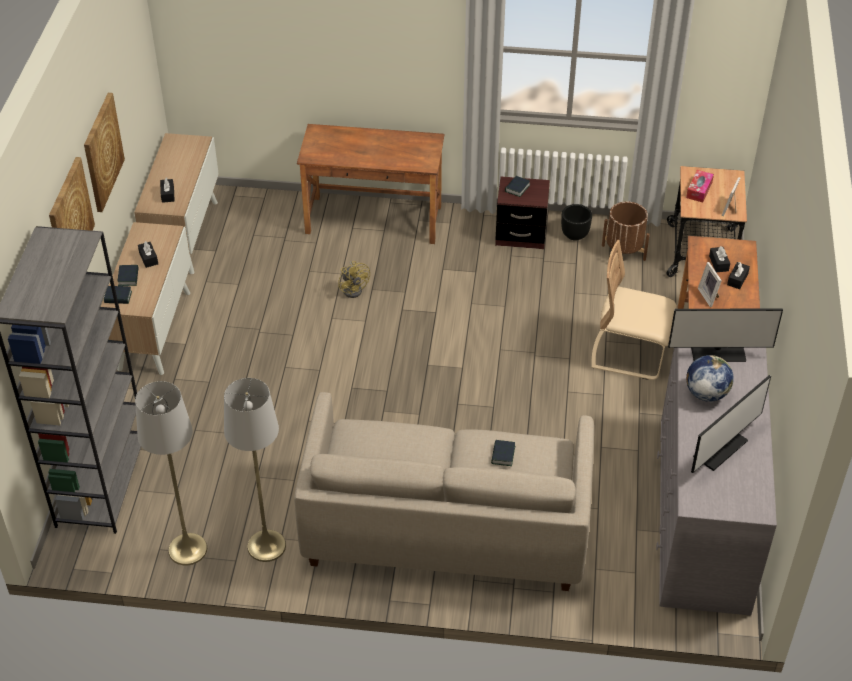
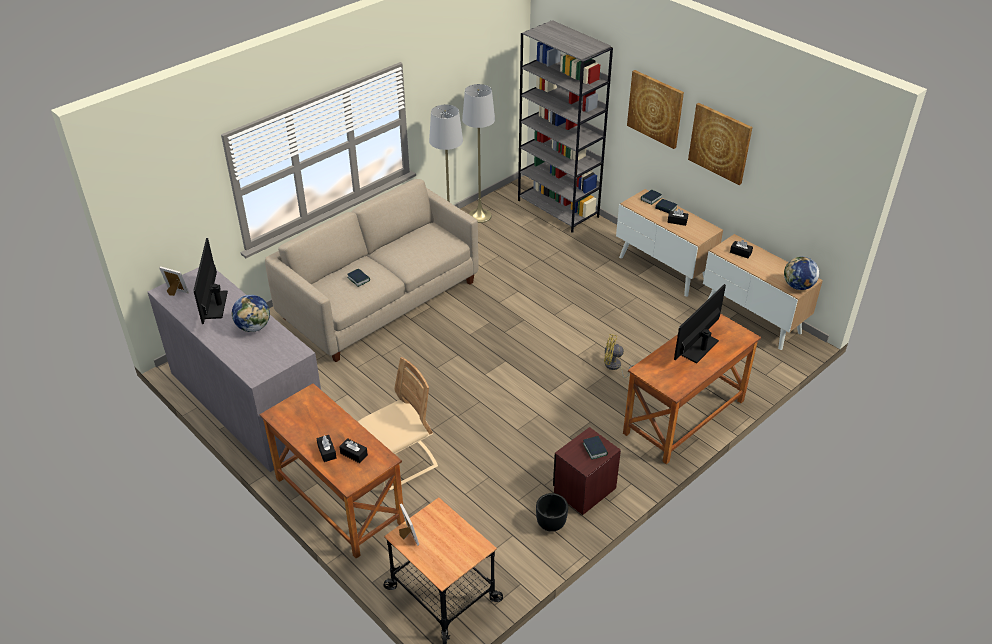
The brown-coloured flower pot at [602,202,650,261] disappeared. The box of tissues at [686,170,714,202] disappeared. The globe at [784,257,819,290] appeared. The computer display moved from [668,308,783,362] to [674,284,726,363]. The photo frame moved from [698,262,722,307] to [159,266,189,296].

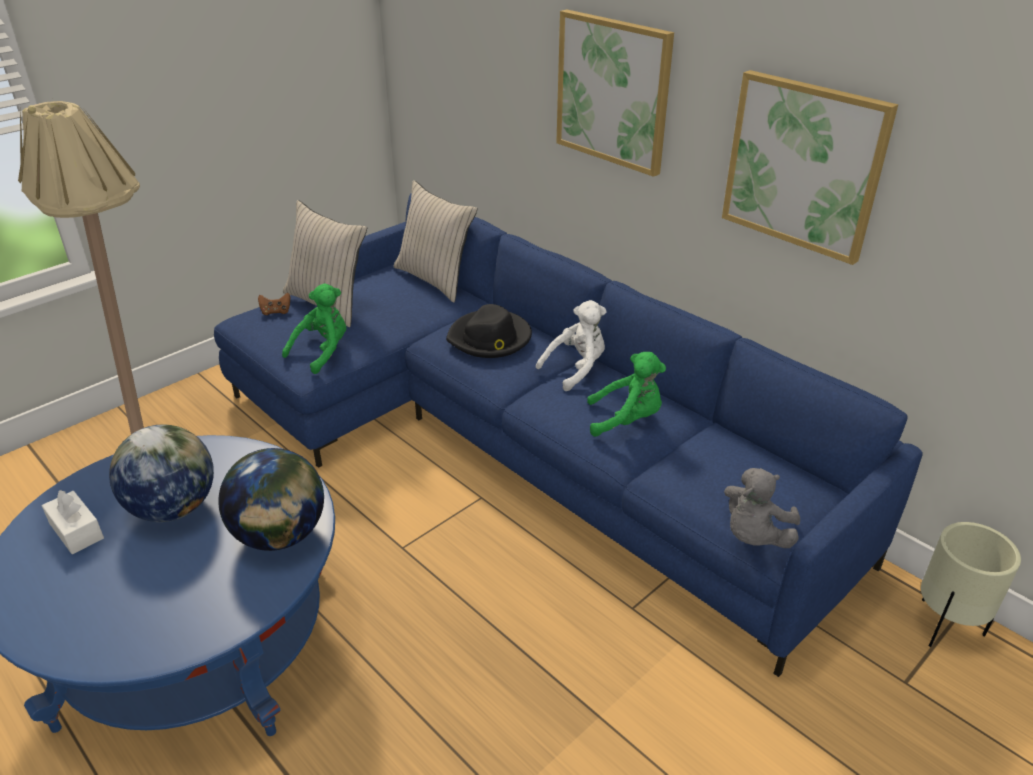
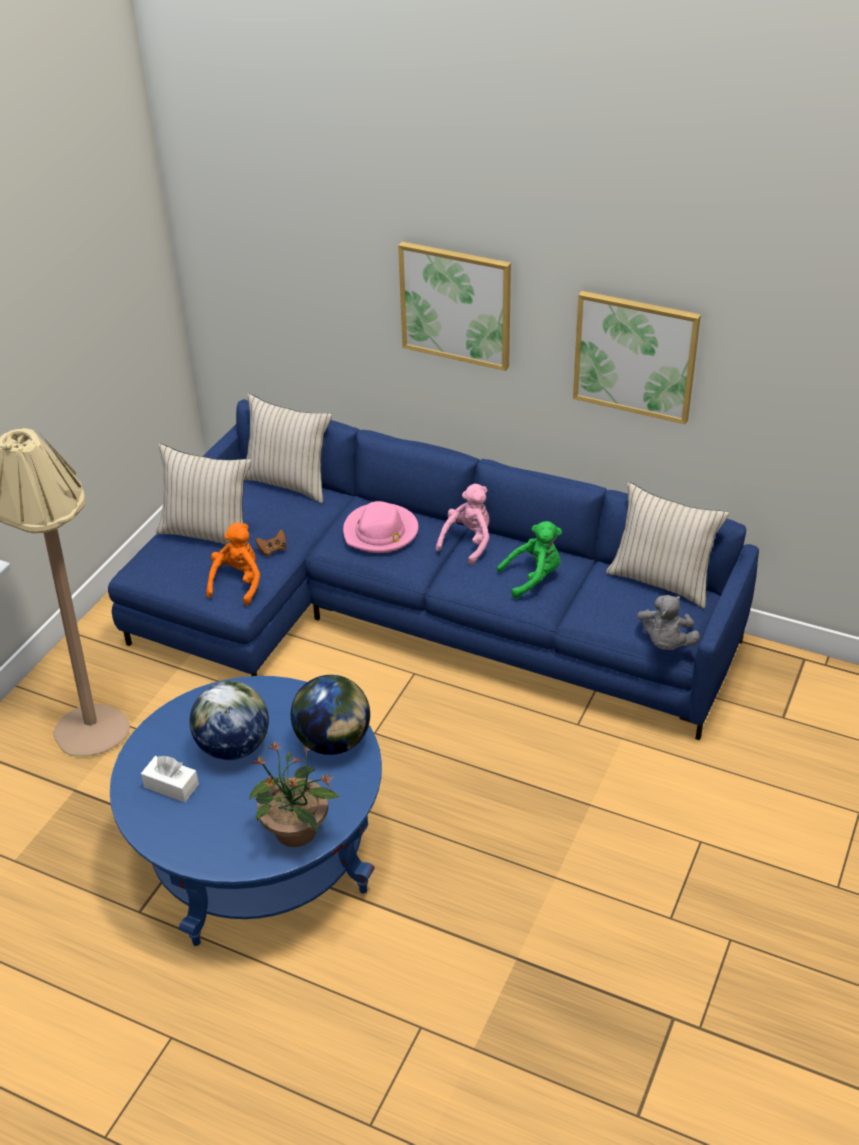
The beige flower pot at [921,522,1021,647] disappeared. The potted plant at [249,740,340,847] appeared. The beige throw pillow at [606,482,729,608] appeared. The brown-coloured game controller moved from [258,293,290,315] to [255,529,287,556]. The green-coloured soft toy at [282,283,346,374] became the orange soft toy at [206,522,260,606]. The black hat at [446,304,532,358] became the pinkish hat at [343,501,419,553]. The white soft toy at [536,300,607,391] became the pinkish soft toy at [436,484,490,565].

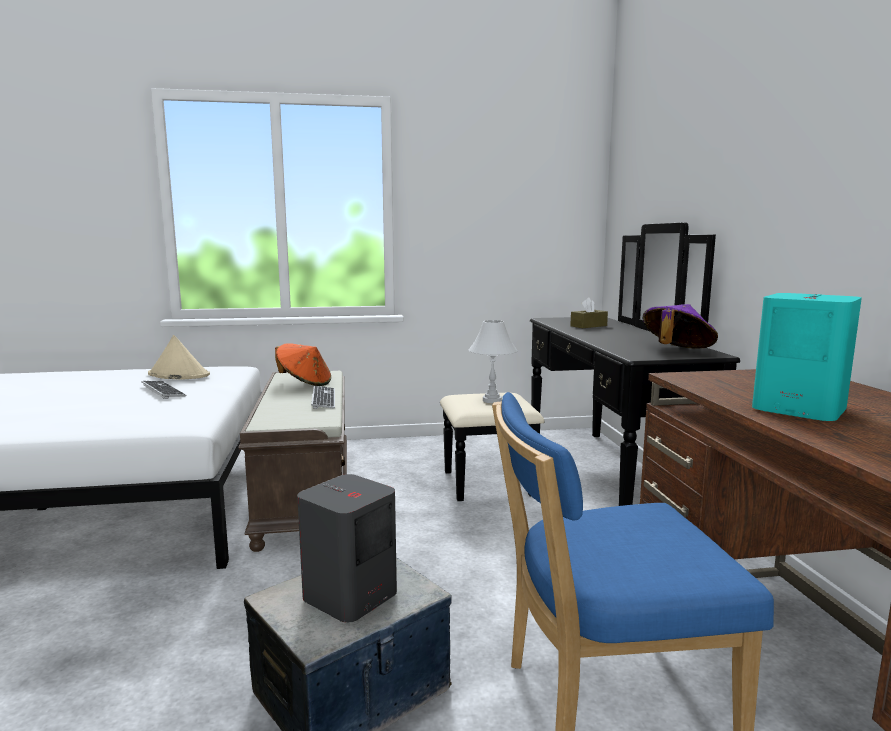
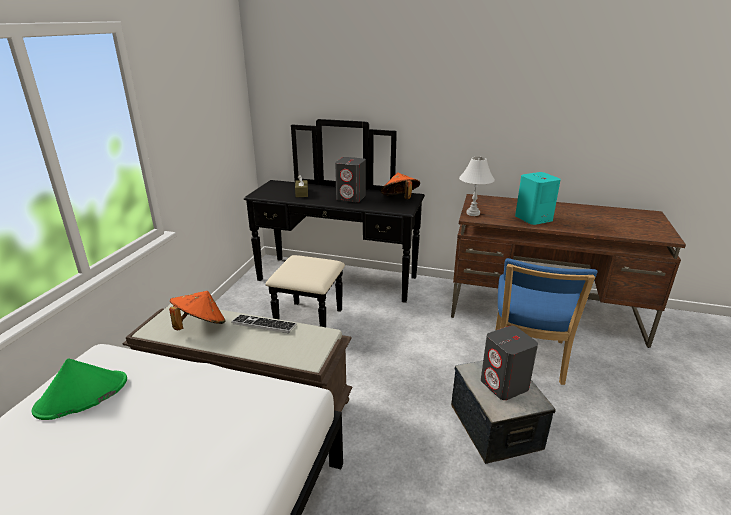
The PC keyboard at [141,381,186,399] disappeared. The grey loudspeaker at [335,157,366,202] appeared. The white table lamp moved from [469,320,518,403] to [459,157,495,216]. The beige hat at [148,335,210,380] became the green-coloured hat at [32,358,127,420]. The purple-coloured hat at [643,304,718,349] became the orange hat at [381,173,420,199].

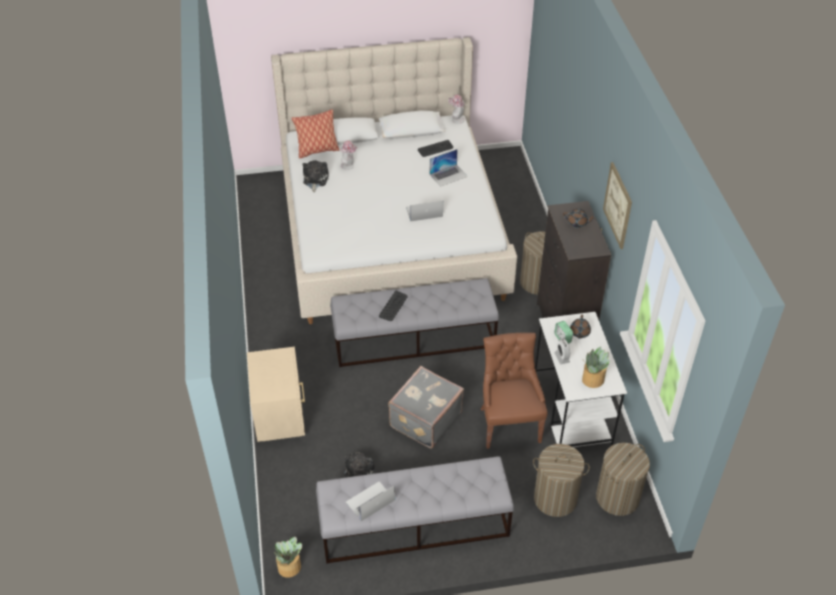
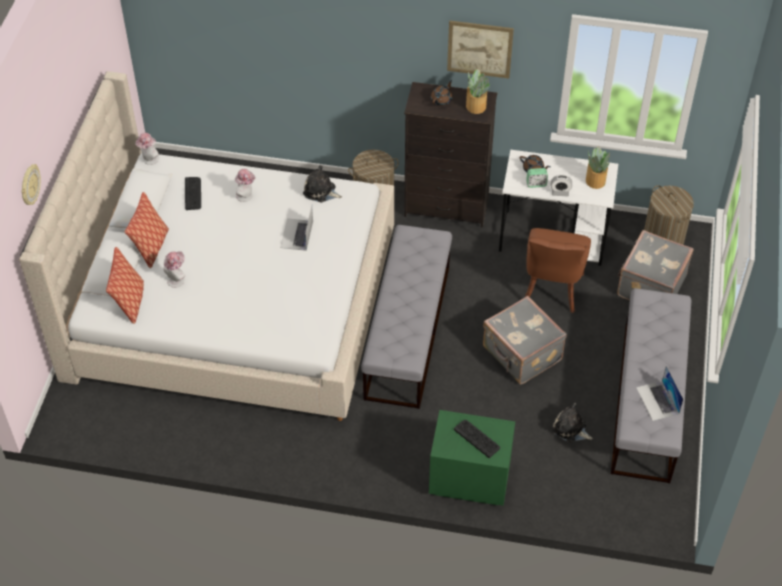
The clock on the wall at [21,164,41,205] appeared. The throw pillow at [124,192,169,268] appeared. The potted plant moved from [274,537,302,578] to [466,69,490,114]. The soft toy moved from [302,160,329,192] to [303,165,342,202]. The PC keyboard moved from [379,291,408,321] to [454,420,500,458]. The portable computer at [430,149,468,187] was replaced by the hat at [235,169,256,202]. The washing basket at [533,444,590,517] was replaced by the grey piece of luggage at [617,230,694,300]. The beige nightstand at [247,347,305,442] became the green-coloured nightstand at [429,410,515,506]. The brown-coloured chair at [480,333,548,449] turned 90 degrees counterclockwise.

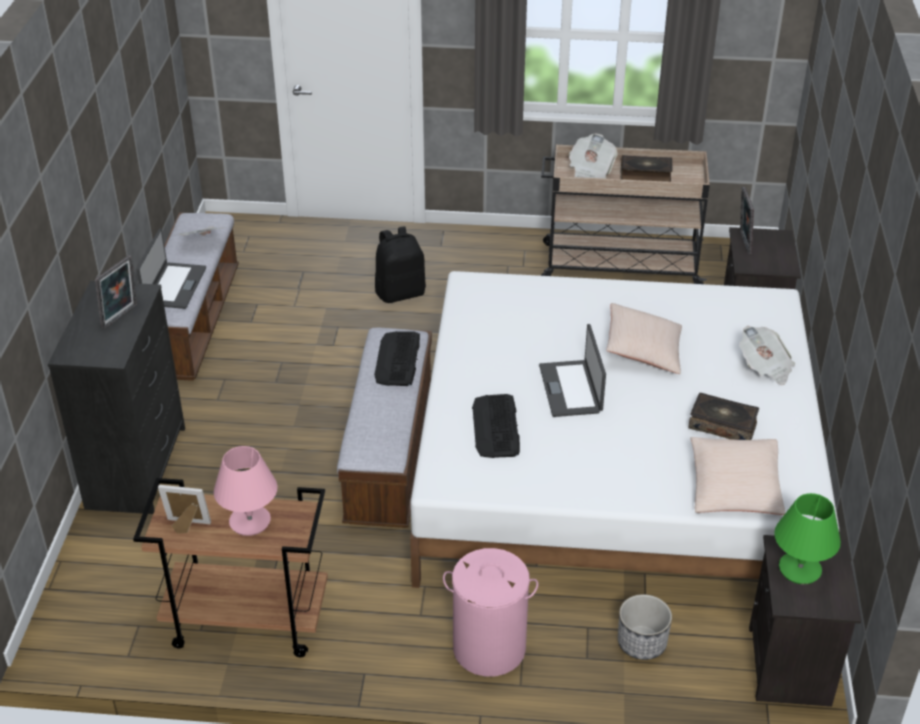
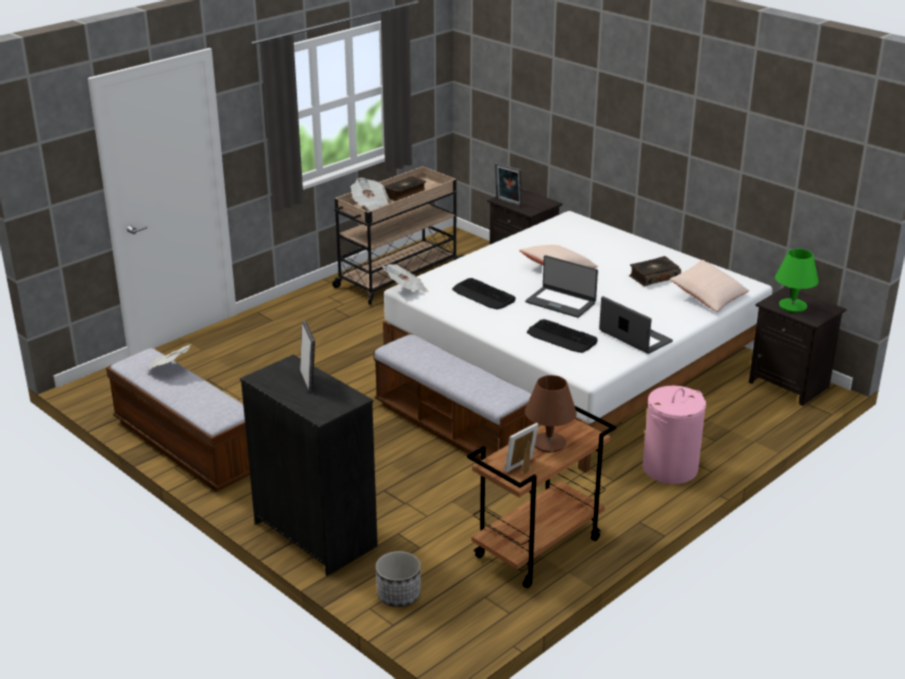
The black backpack at [375,226,426,303] disappeared. The portable computer moved from [136,229,206,309] to [599,296,673,354]. The PC keyboard moved from [374,331,420,386] to [452,278,516,309]. The flower pot moved from [618,594,672,660] to [375,551,421,607]. The daily paper moved from [739,326,795,385] to [382,264,429,292]. The pinkish table lamp at [214,446,278,536] became the brown-coloured table lamp at [525,375,577,453].

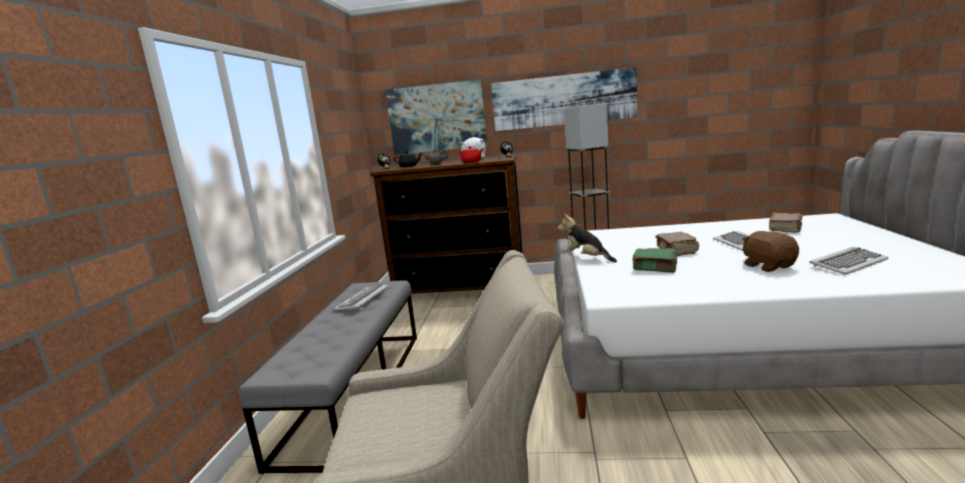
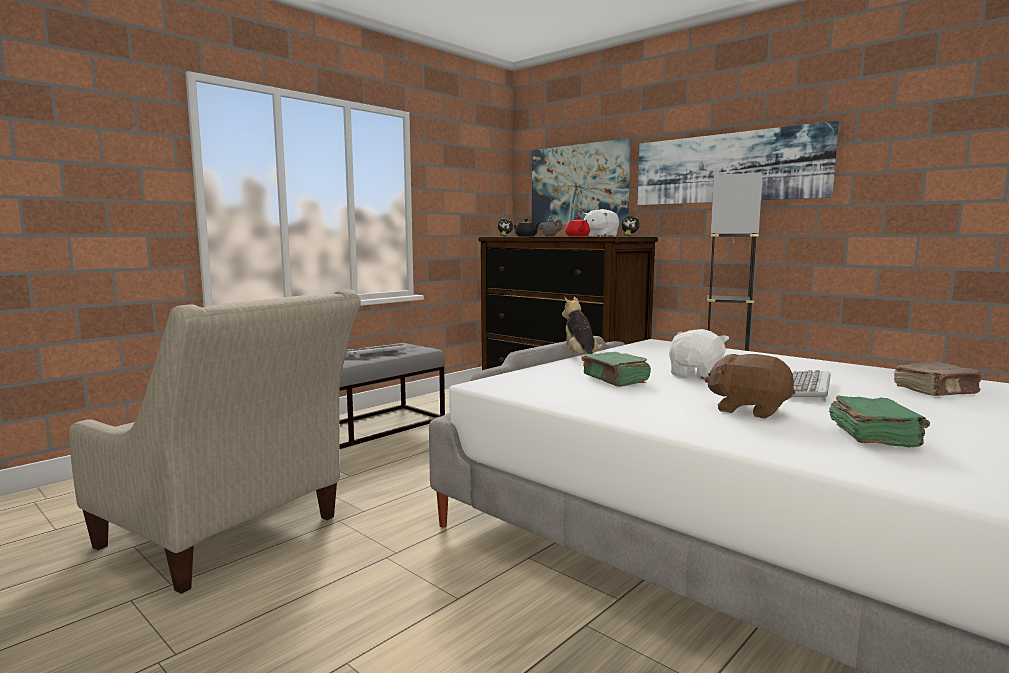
The brown-coloured book at [655,232,699,256] was replaced by the white soft toy at [669,329,729,379]. The PC keyboard at [809,247,888,275] was replaced by the green-coloured book at [829,395,930,448]. The brown-coloured soft toy at [742,231,799,272] turned 75 degrees counterclockwise.

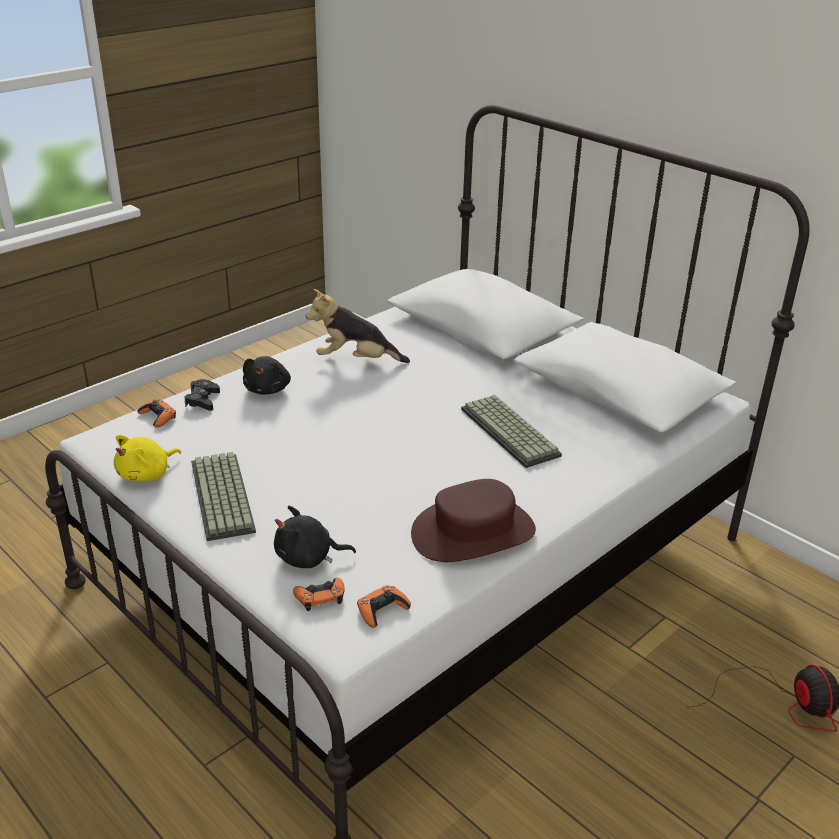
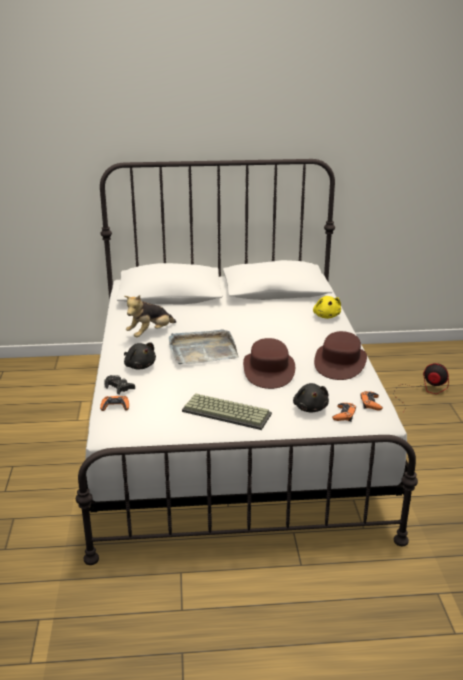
The PC keyboard at [461,395,562,468] disappeared. The grey serving tray at [169,330,239,364] appeared. The brown-coloured hat at [243,338,295,389] appeared. The yellowish soft toy moved from [114,435,181,482] to [313,296,341,319]. The black soft toy at [274,506,356,568] turned 45 degrees counterclockwise.

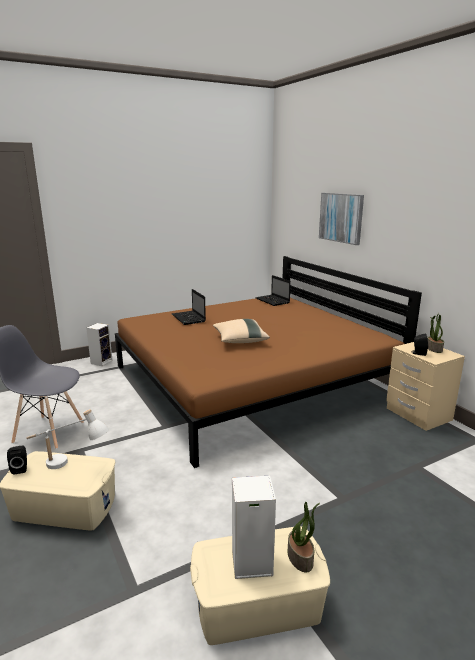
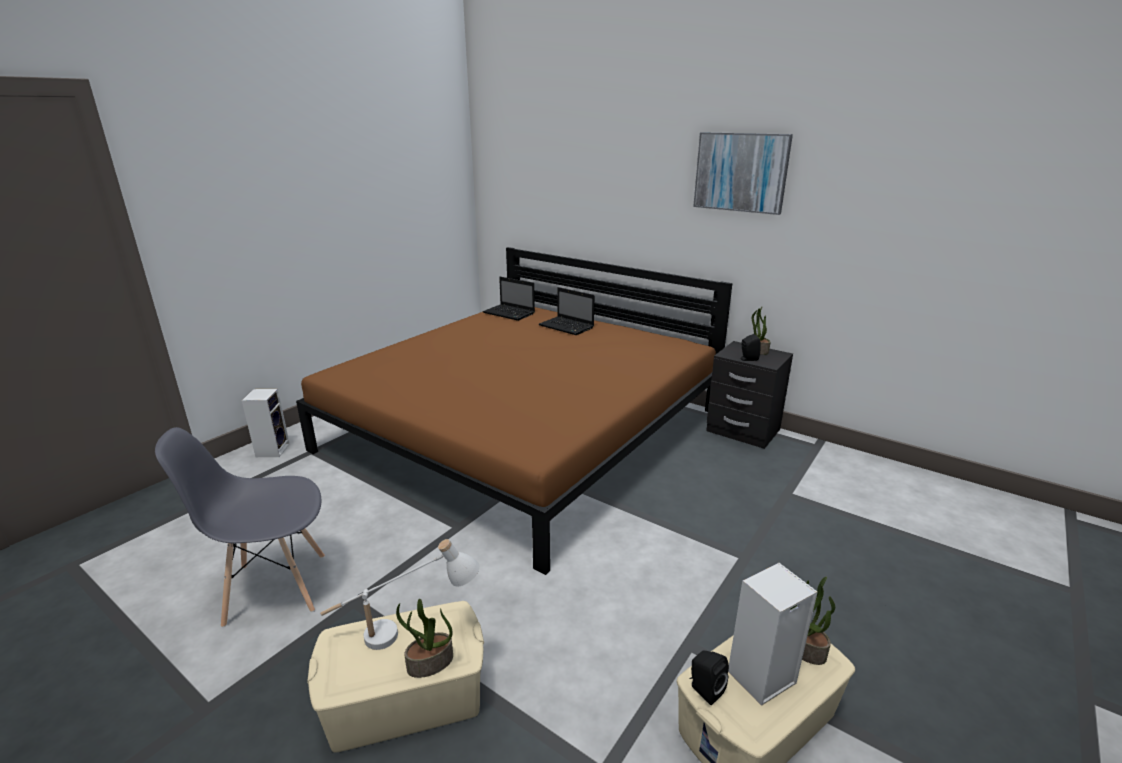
The beige throw pillow at [213,319,270,343] disappeared. The potted plant at [396,599,453,678] appeared. The black loudspeaker moved from [7,446,27,475] to [690,651,729,705]. The portable computer moved from [172,289,206,325] to [539,287,595,335]. The picture moved from [319,193,364,245] to [693,132,793,215]. The beige nightstand at [386,342,465,431] became the black nightstand at [706,341,793,449].

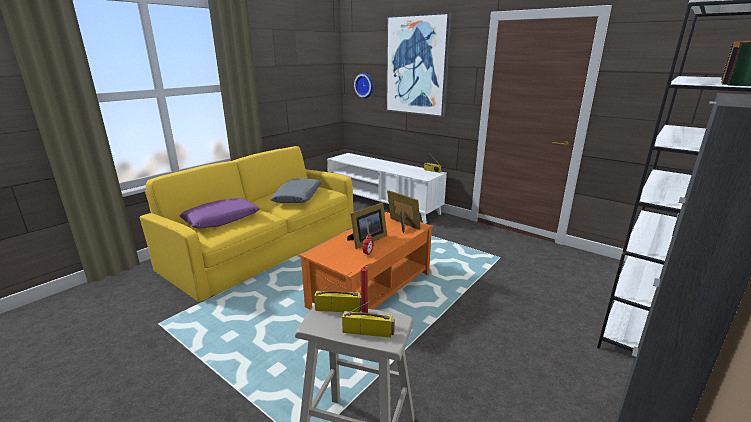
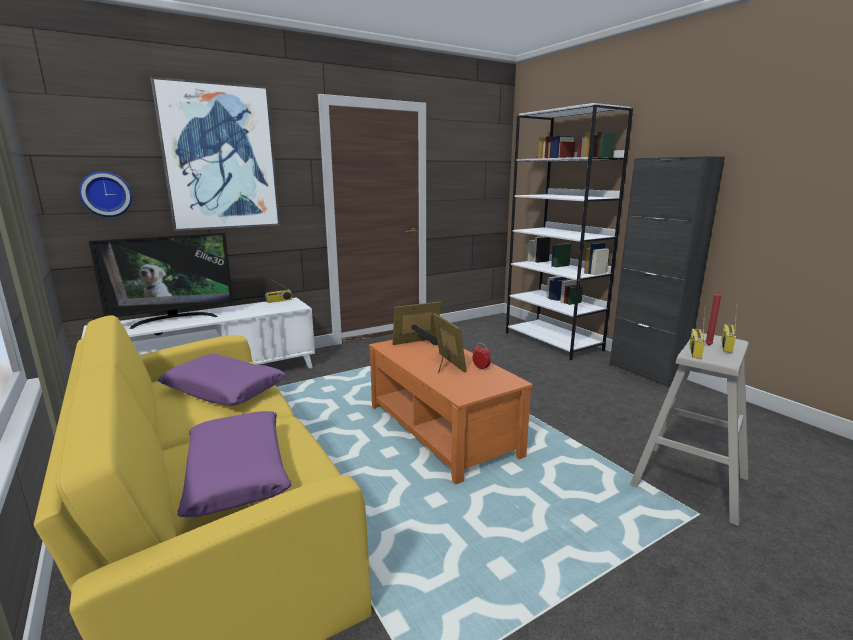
The television at [89,233,234,329] appeared. The grey throw pillow at [270,178,322,203] became the purple-coloured throw pillow at [158,354,285,406].

